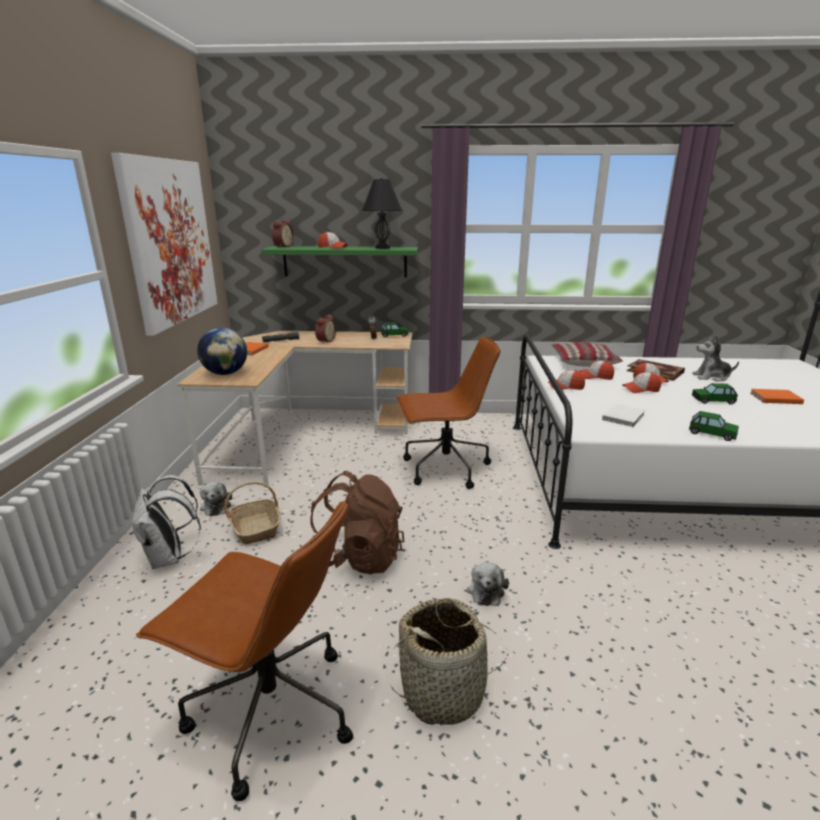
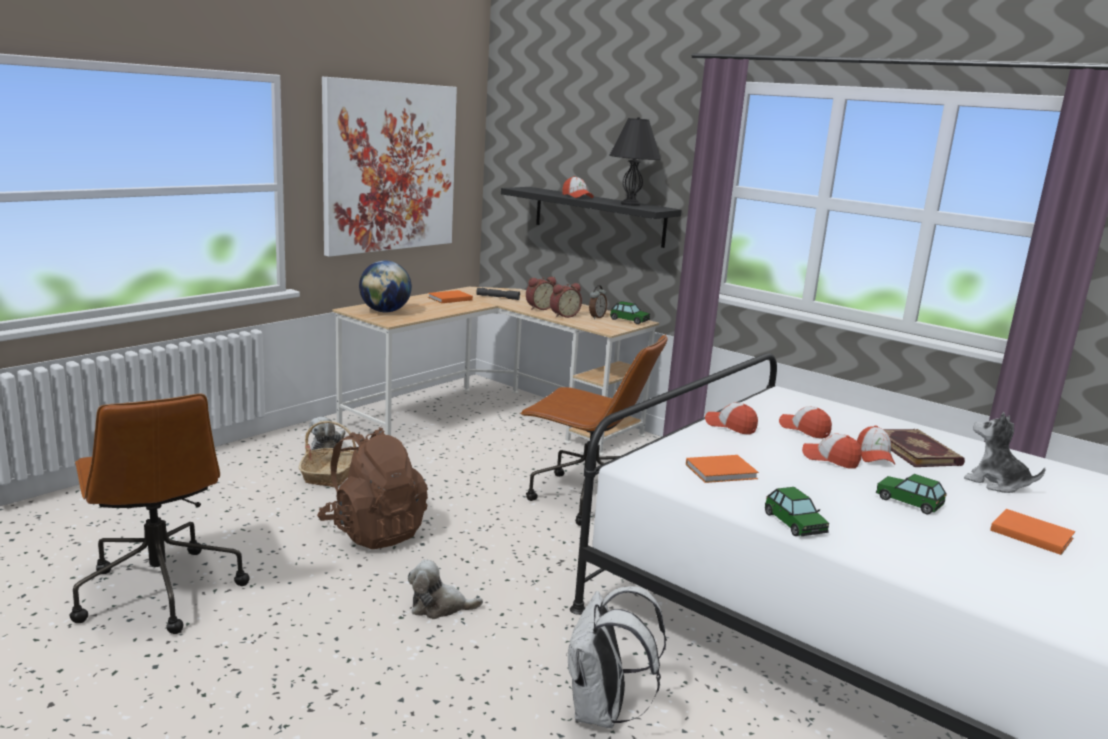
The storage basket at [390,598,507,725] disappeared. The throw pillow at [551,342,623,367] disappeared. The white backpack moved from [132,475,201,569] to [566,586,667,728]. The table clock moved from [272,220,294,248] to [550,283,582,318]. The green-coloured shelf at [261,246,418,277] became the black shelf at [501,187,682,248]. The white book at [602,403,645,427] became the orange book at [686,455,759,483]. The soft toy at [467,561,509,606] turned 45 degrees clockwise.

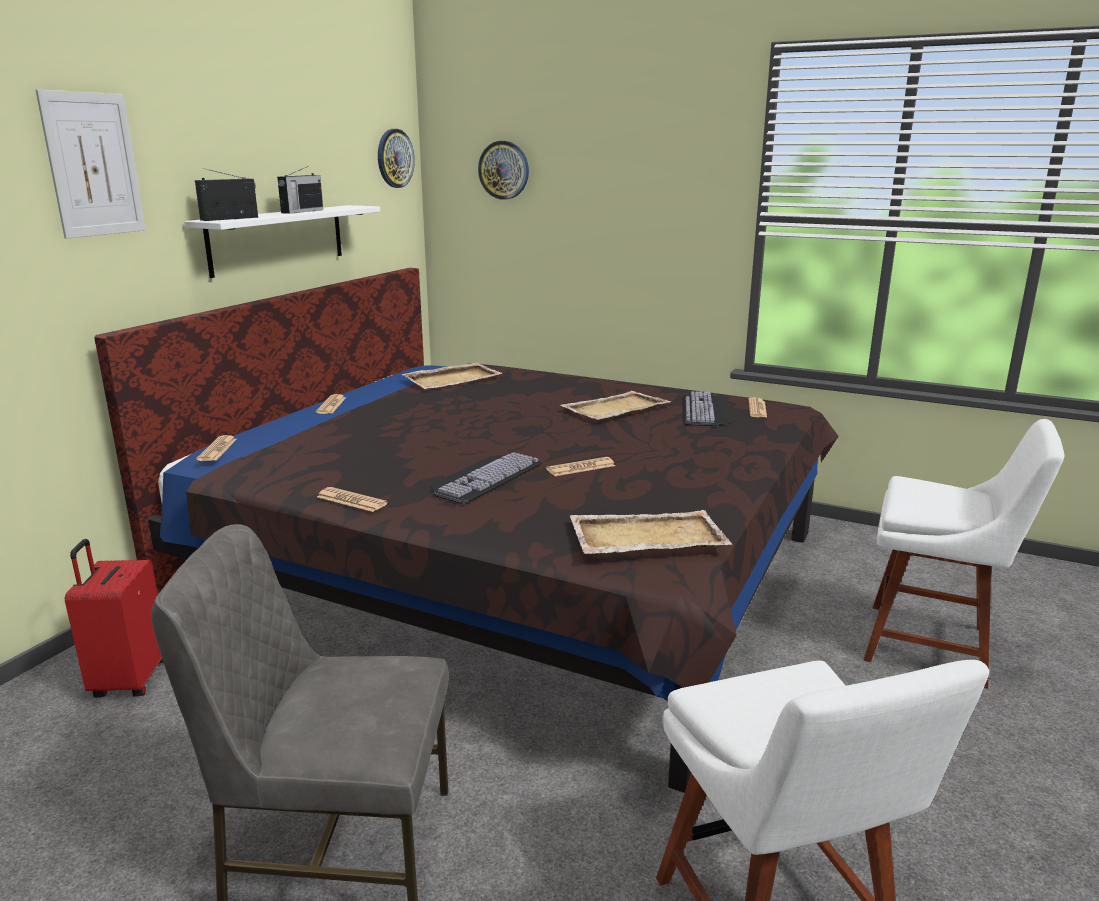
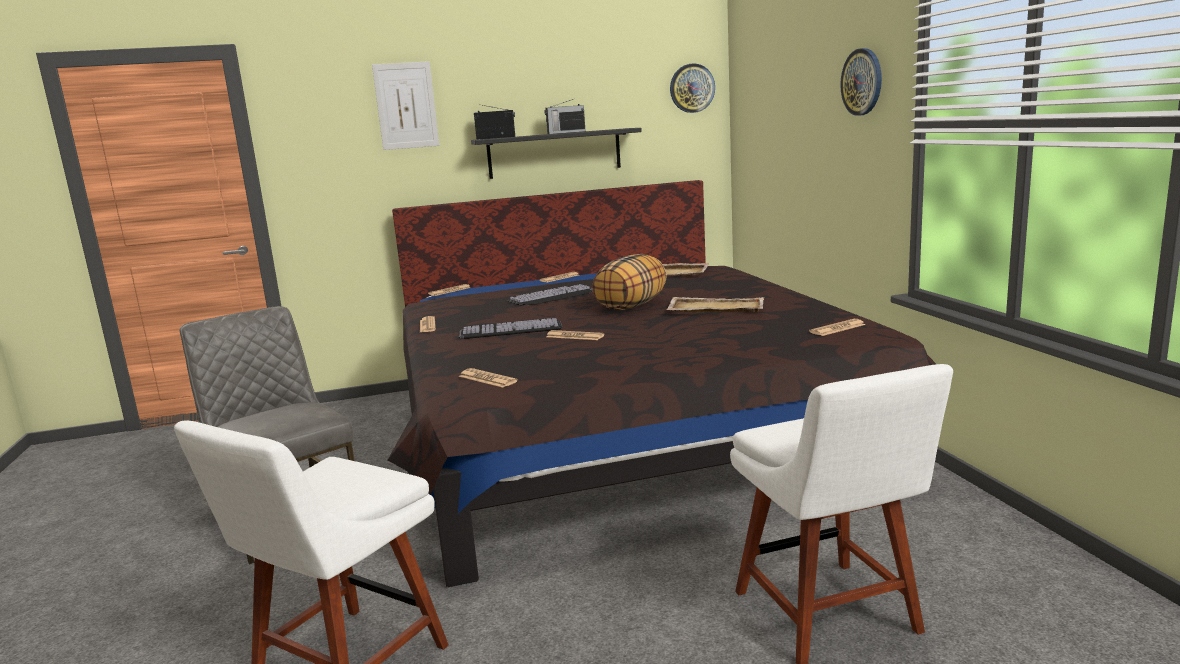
The red piece of luggage at [65,539,164,698] disappeared. The throw pillow at [593,254,667,310] appeared. The clock on the wall moved from [478,141,529,200] to [840,48,882,116]. The PC keyboard moved from [683,391,731,427] to [507,284,593,306]. The beige serving tray at [570,510,732,554] was replaced by the daily paper at [459,368,518,388]. The white shelf at [184,205,380,278] became the black shelf at [471,128,642,179].

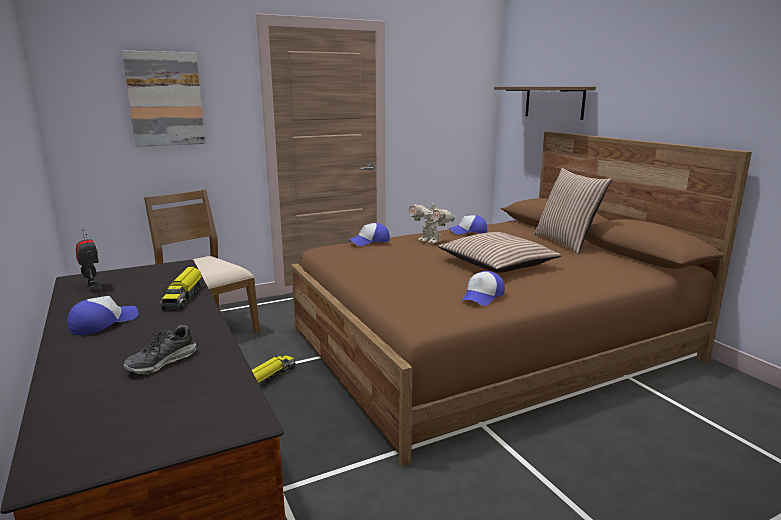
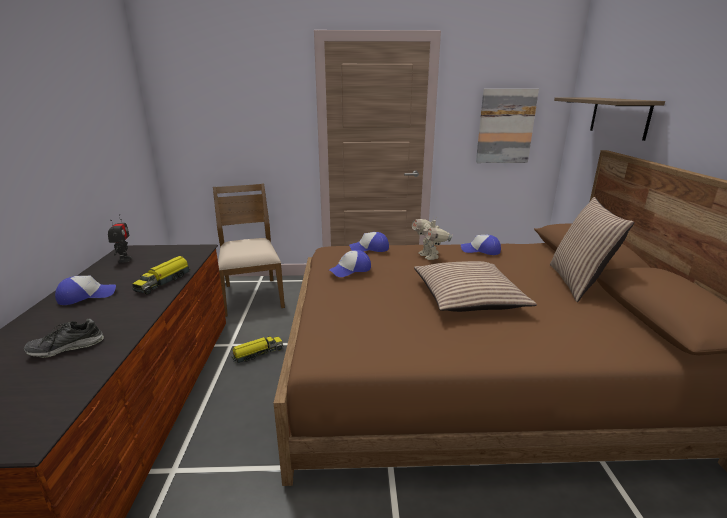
The picture moved from [122,51,206,147] to [476,89,539,163]. The cap moved from [462,271,505,306] to [329,250,371,277].

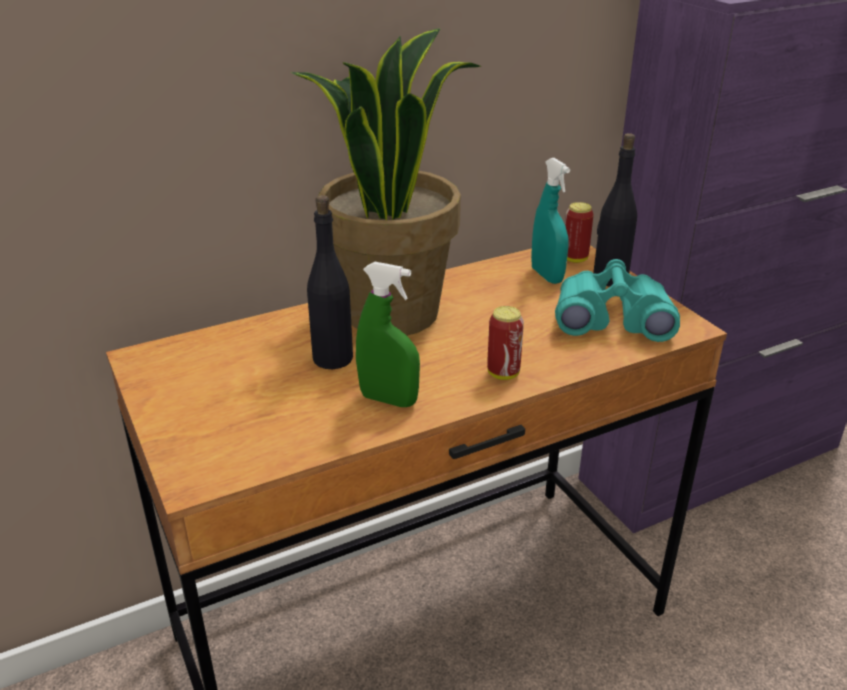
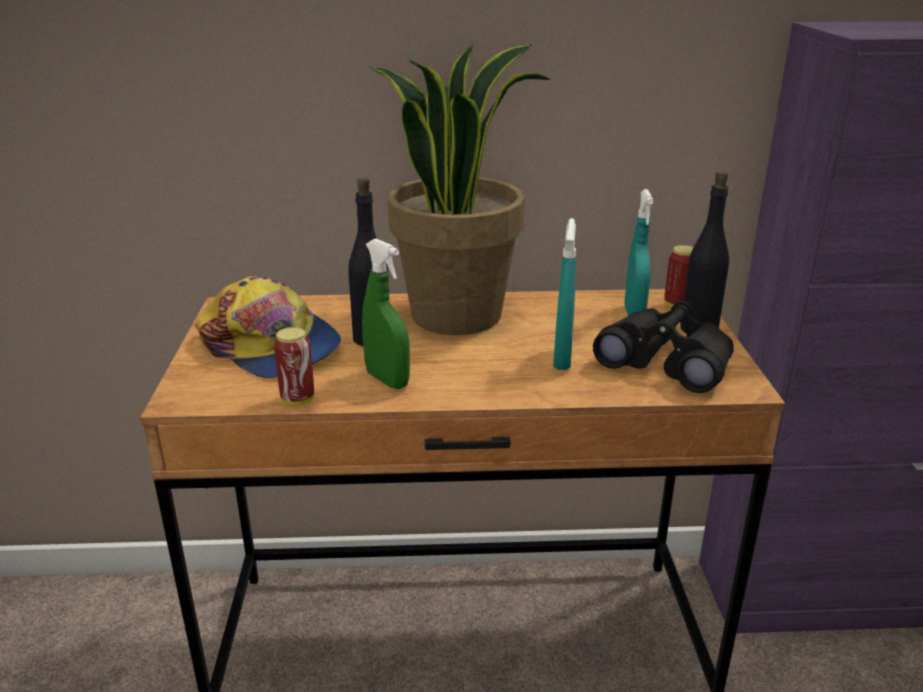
The cap at [195,276,341,378] appeared. The turquoise-coloured spray bottle at [553,218,576,370] appeared. The sealed can moved from [487,306,524,380] to [274,327,314,406]. The turquoise-coloured binoculars at [555,259,680,342] became the black binoculars at [593,301,734,393].

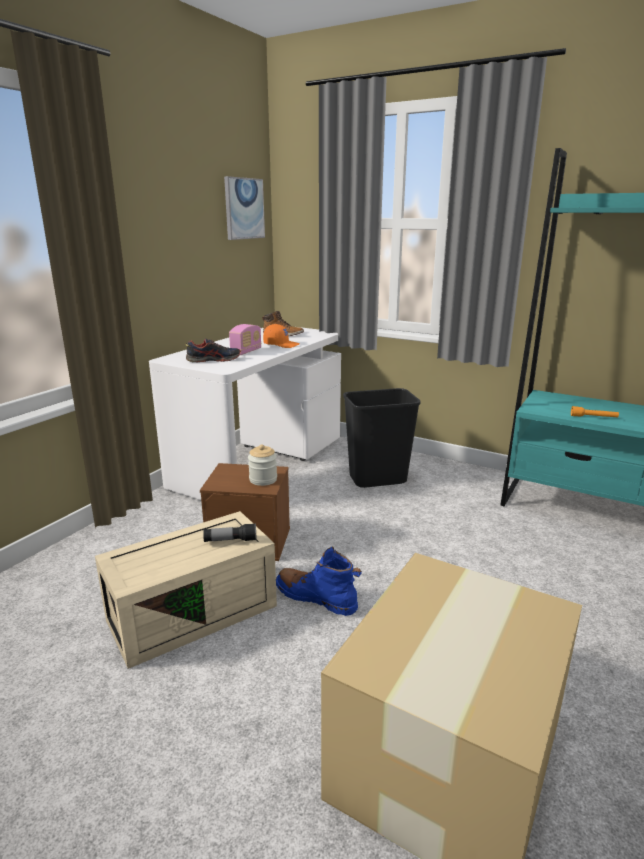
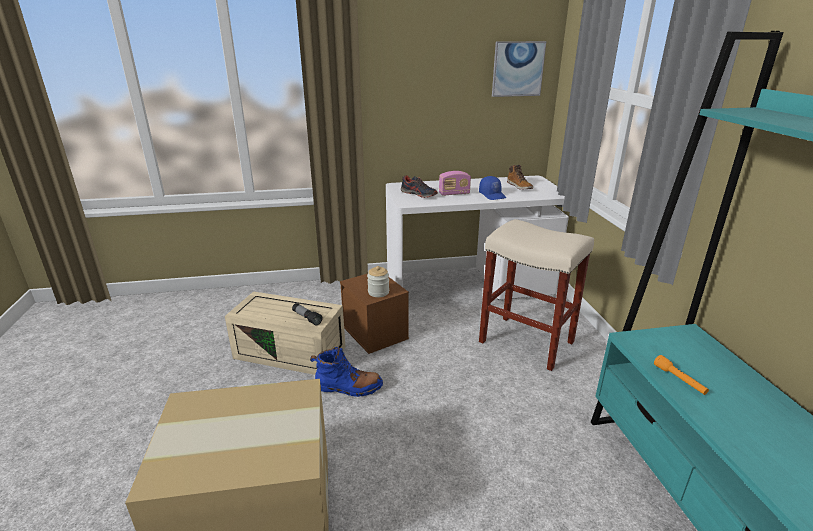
The black rubbish bin at [343,388,421,488] was replaced by the beige stool at [479,219,594,371]. The orange cap at [263,324,300,348] became the blue cap at [479,176,506,200]. The blue boot at [276,547,362,616] turned 105 degrees clockwise.

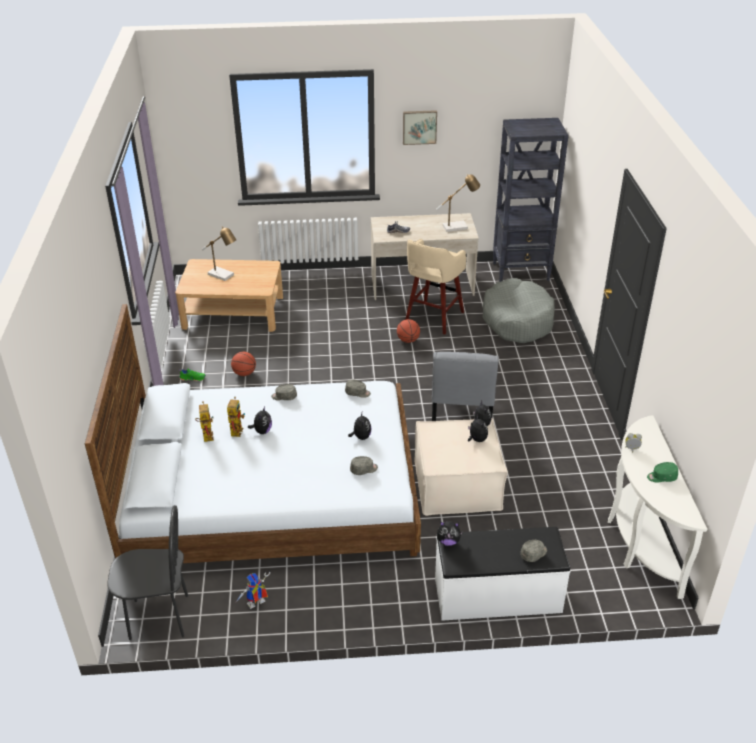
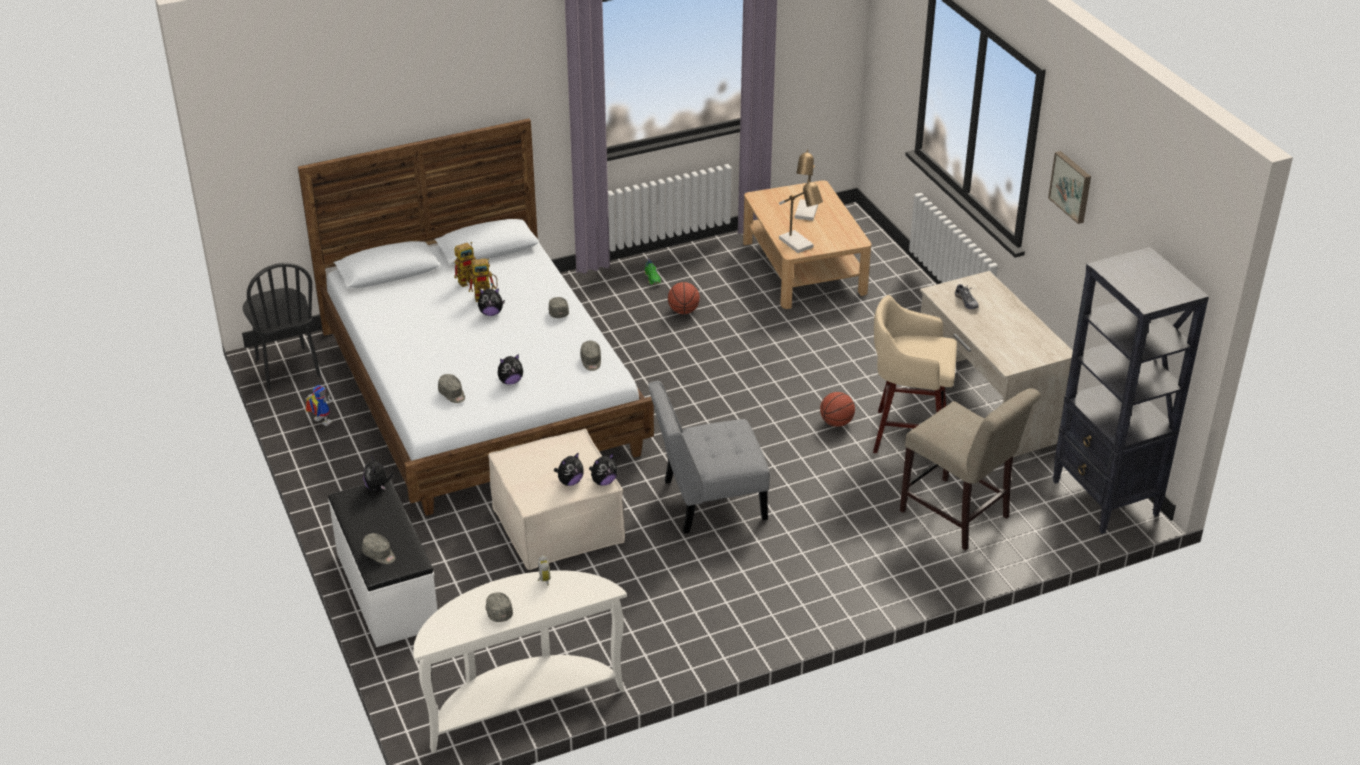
The table lamp moved from [436,174,480,232] to [779,180,823,253]. The grey dog cushion at [483,278,555,343] was replaced by the beige chair at [900,388,1041,550]. The green-coloured cap at [647,462,678,482] became the grey cap at [486,592,513,622].

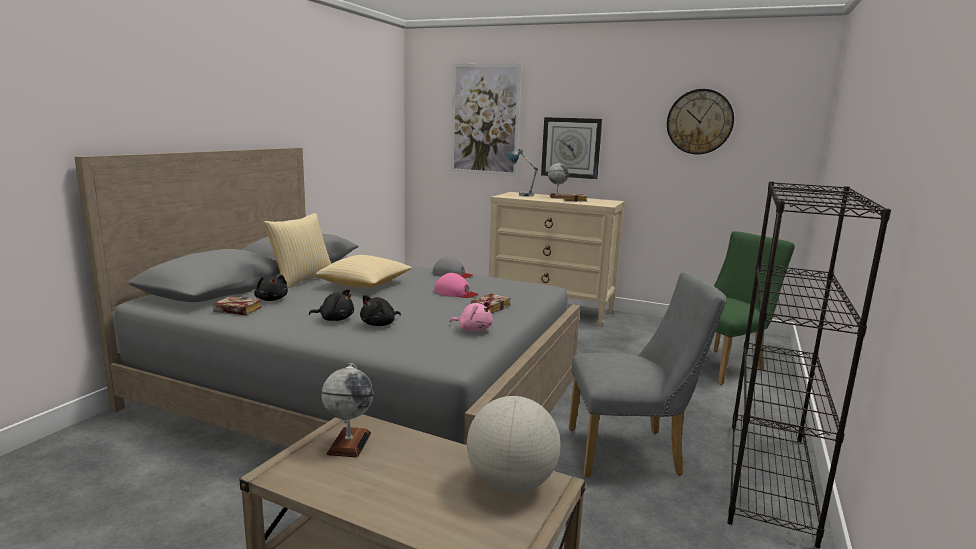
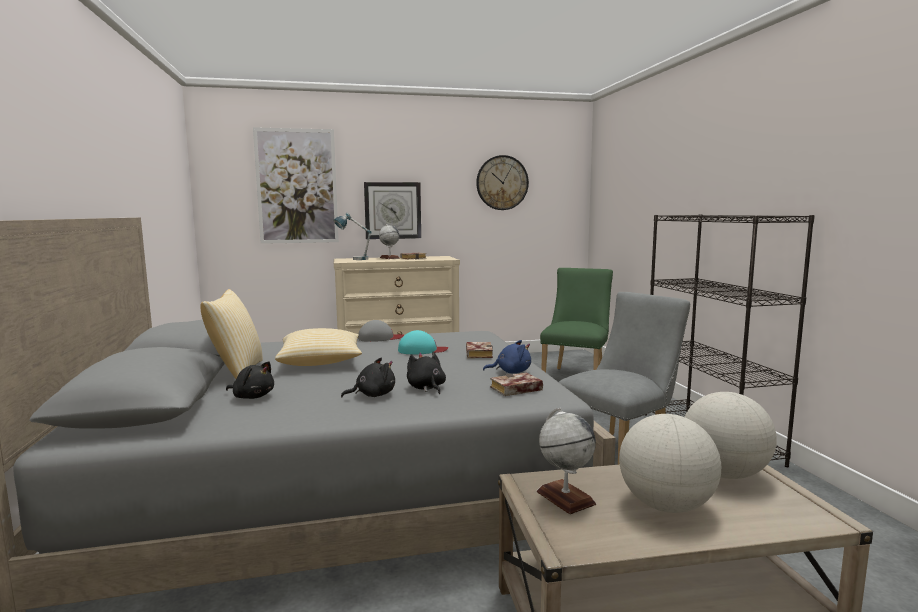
The globe at [619,414,721,513] appeared. The book moved from [213,297,262,315] to [490,373,543,396]. The pinkish cap at [434,273,479,298] became the turquoise-coloured cap at [398,330,448,354]. The pinkish soft toy at [450,301,493,332] became the blue soft toy at [483,340,531,374]. The black soft toy at [360,295,401,326] turned 150 degrees clockwise.

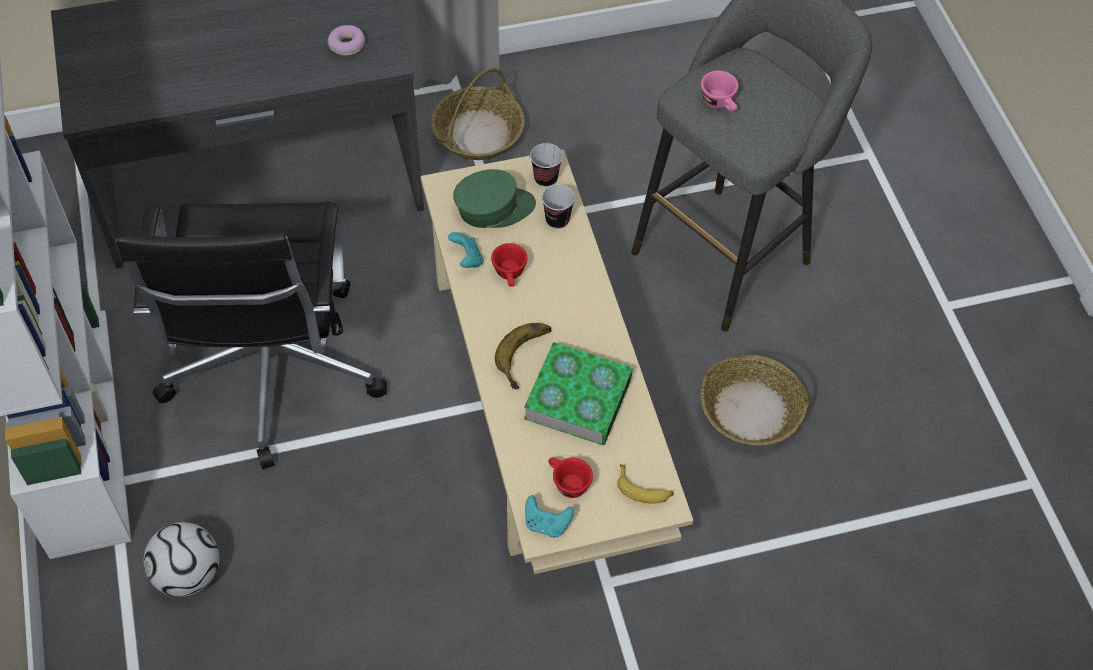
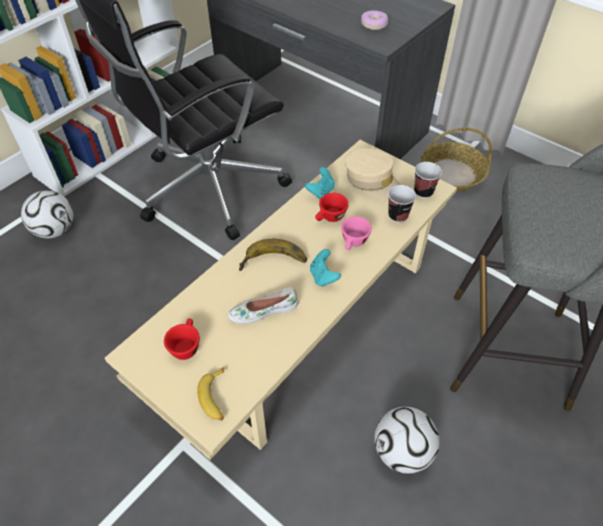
The turquoise-coloured game controller moved from [525,495,574,538] to [310,249,341,287]. The pinkish small cup moved from [701,71,739,112] to [341,216,372,250]. The book at [524,342,633,445] was replaced by the white low shoe at [228,287,298,324]. The storage basket at [701,355,809,446] was replaced by the football at [374,407,440,474]. The green-coloured cap at [453,169,536,228] became the beige cap at [345,148,401,200].

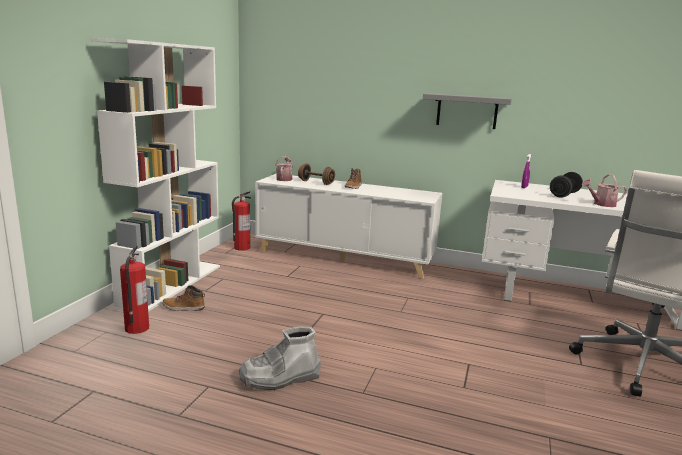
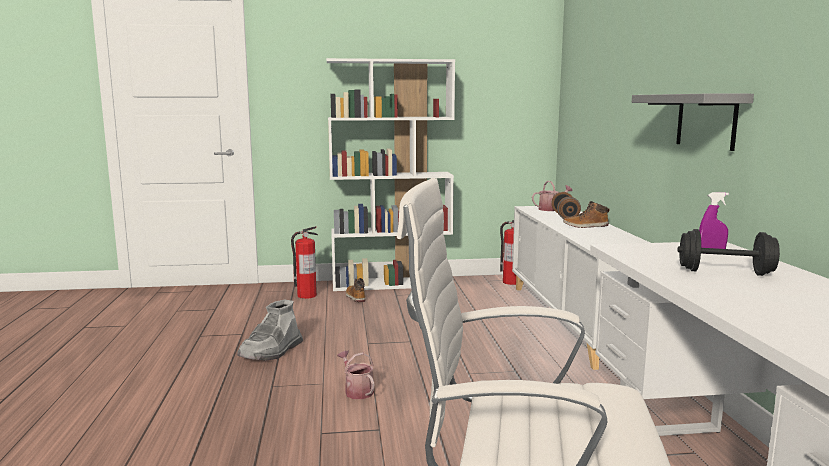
The watering pot moved from [582,174,627,207] to [337,350,374,399]. The grey boot at [239,326,321,390] turned 105 degrees counterclockwise.

